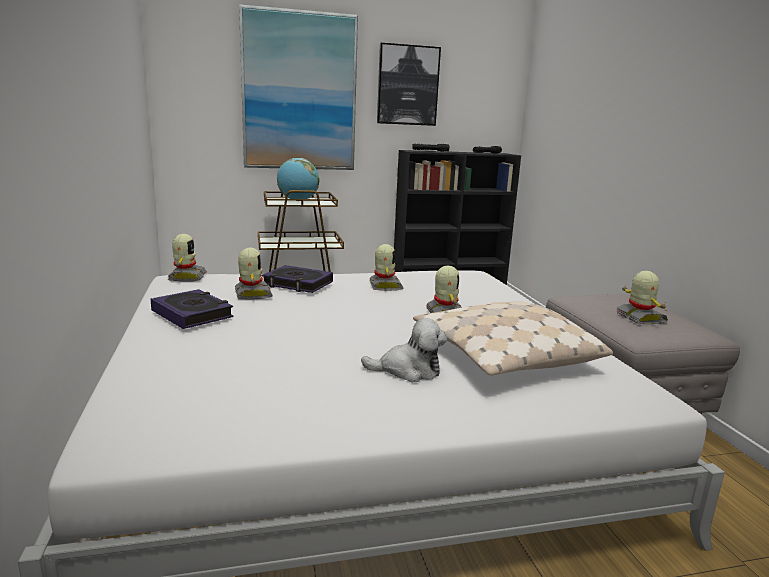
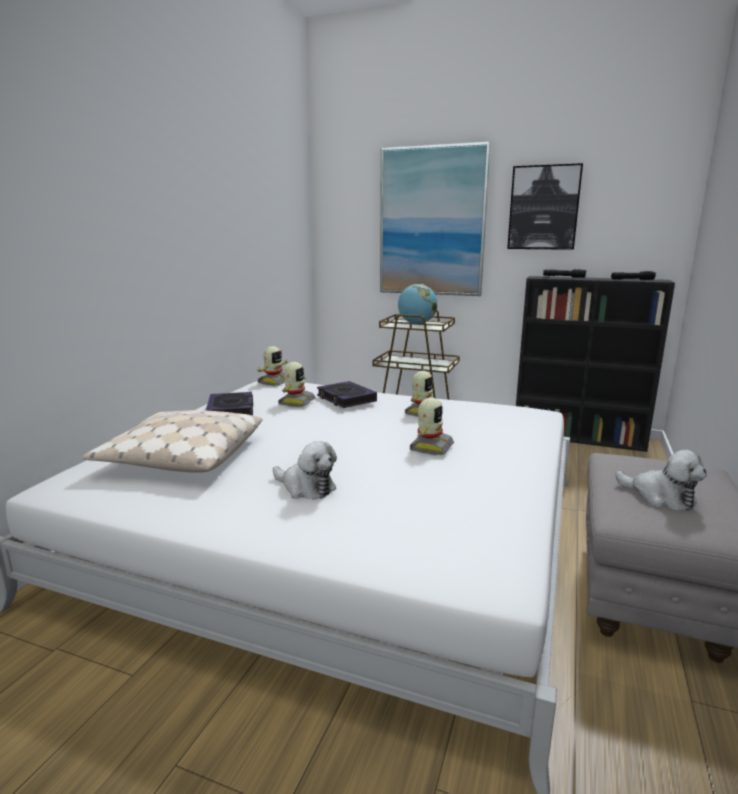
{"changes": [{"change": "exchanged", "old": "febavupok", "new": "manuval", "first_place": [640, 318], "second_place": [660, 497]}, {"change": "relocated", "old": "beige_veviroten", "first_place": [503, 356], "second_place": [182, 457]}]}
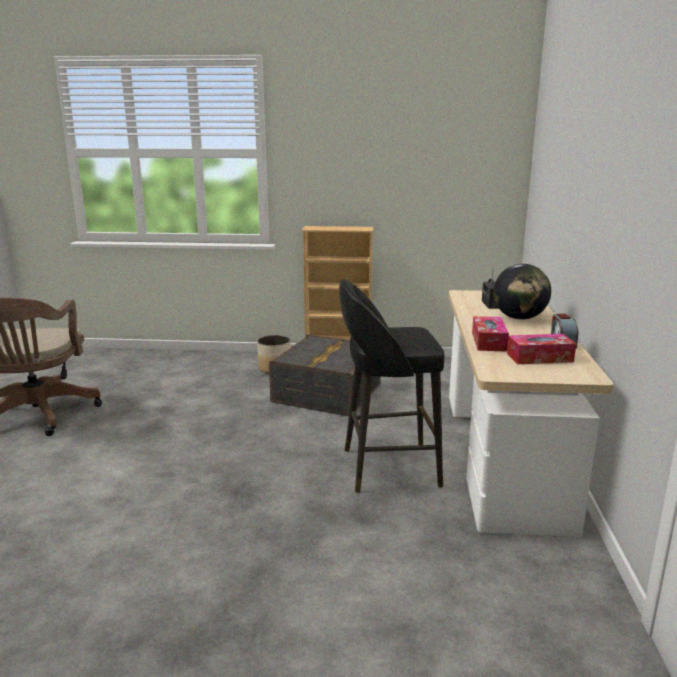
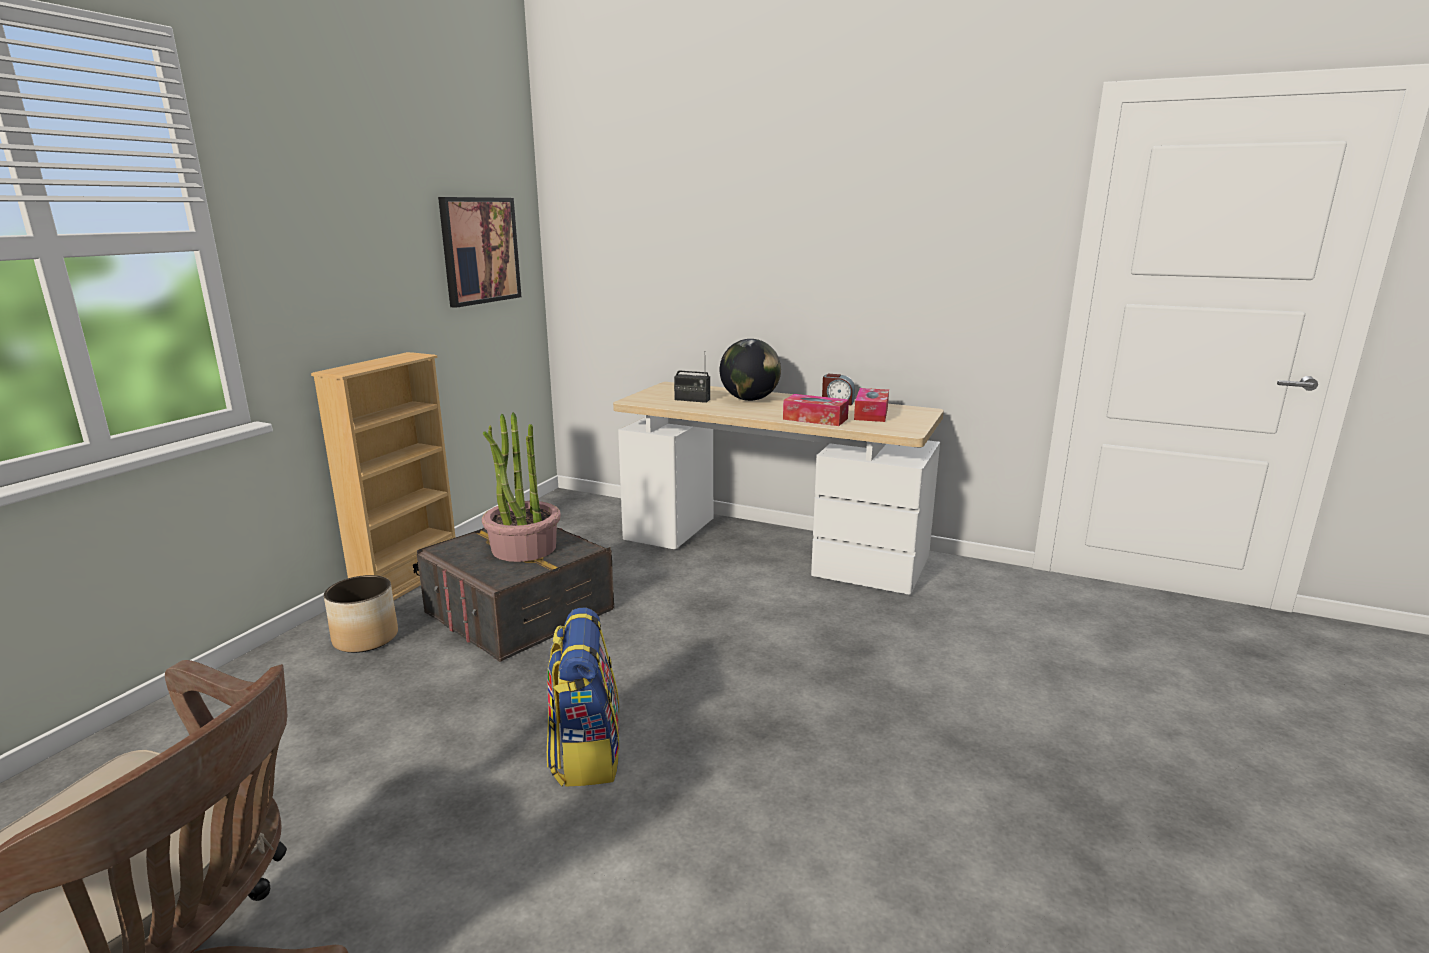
{"changes": [{"change": "missing", "old": "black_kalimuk", "first_place": [387, 467]}, {"change": "appeared", "new": "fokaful", "second_place": [479, 250]}, {"change": "appeared", "new": "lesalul", "second_place": [523, 548]}, {"change": "appeared", "new": "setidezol", "second_place": [585, 753]}]}
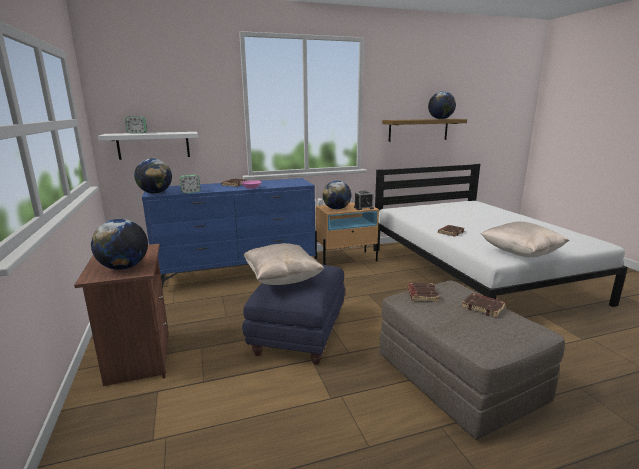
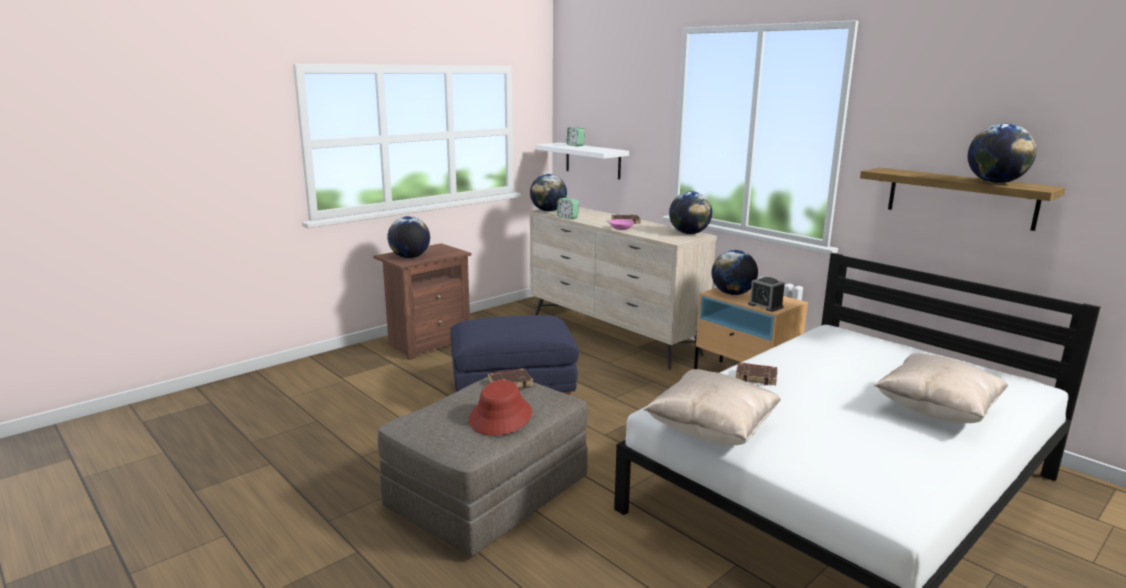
{"changes": [{"change": "colour", "old": "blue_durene", "new": "beige_durene", "first_place": [238, 275], "second_place": [612, 335]}, {"change": "relocated", "old": "beige_veviroten", "first_place": [282, 279], "second_place": [937, 411]}, {"change": "exchanged", "old": "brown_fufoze", "new": "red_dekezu", "first_place": [484, 307], "second_place": [501, 417]}, {"change": "appeared", "new": "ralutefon", "second_place": [689, 233]}]}
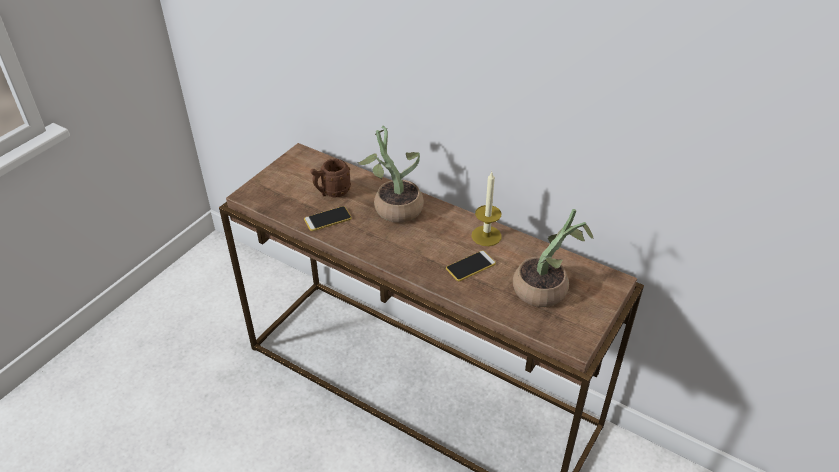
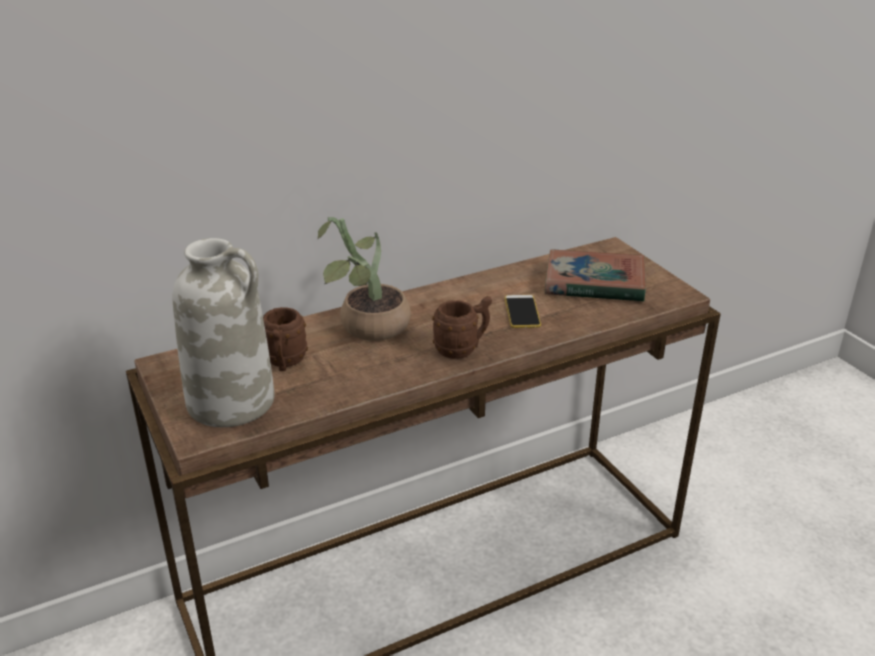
{"changes": [{"change": "missing", "old": "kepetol", "first_place": [486, 236]}, {"change": "missing", "old": "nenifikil", "first_place": [328, 219]}, {"change": "exchanged", "old": "lesalul", "new": "fufoze", "first_place": [546, 289], "second_place": [594, 283]}, {"change": "appeared", "new": "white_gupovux", "second_place": [232, 401]}, {"change": "appeared", "new": "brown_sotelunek", "second_place": [462, 349]}]}
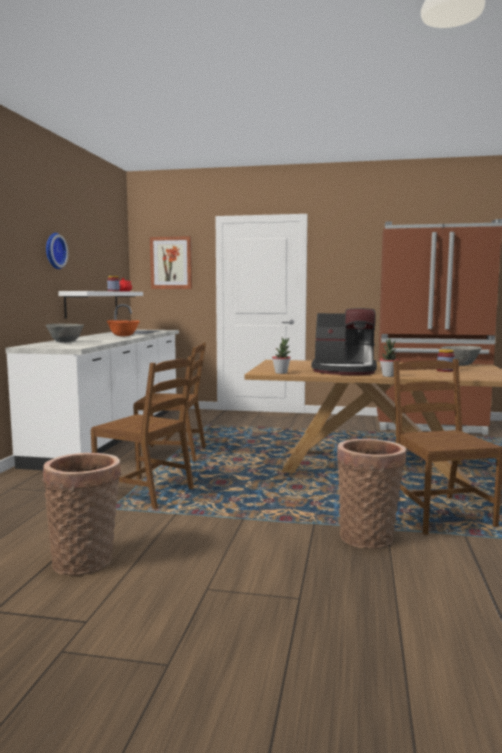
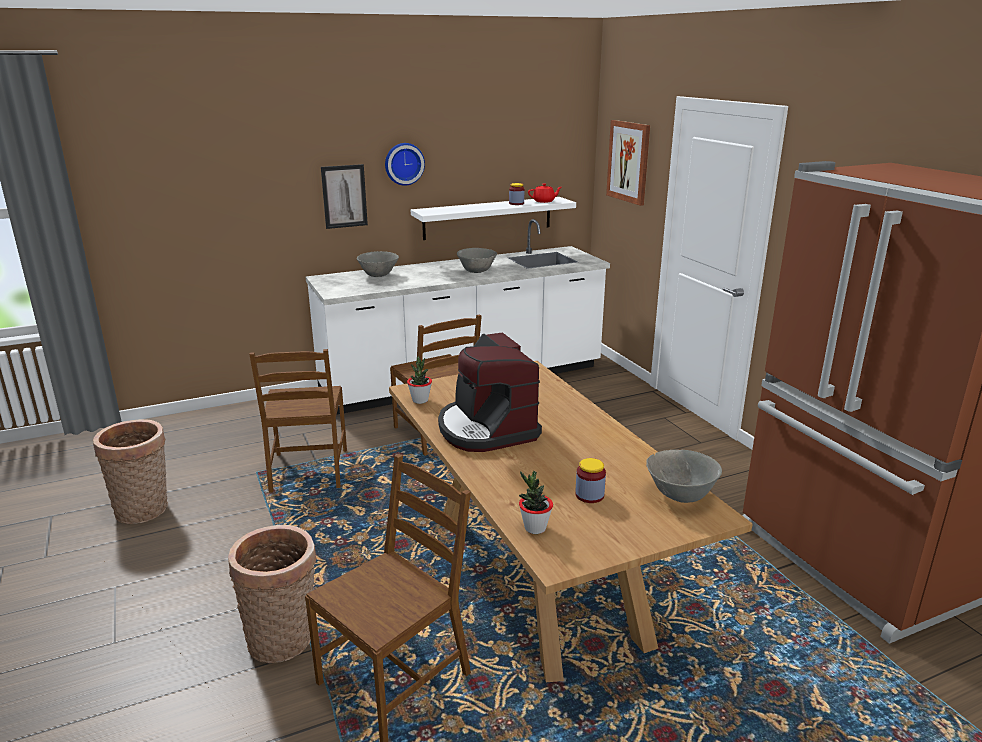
{"changes": [{"change": "colour", "old": "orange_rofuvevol", "new": "grey_rofuvevol", "first_place": [123, 336], "second_place": [477, 271]}, {"change": "relocated", "old": "lesalul", "first_place": [388, 376], "second_place": [535, 528]}, {"change": "appeared", "new": "fokaful", "second_place": [344, 196]}]}
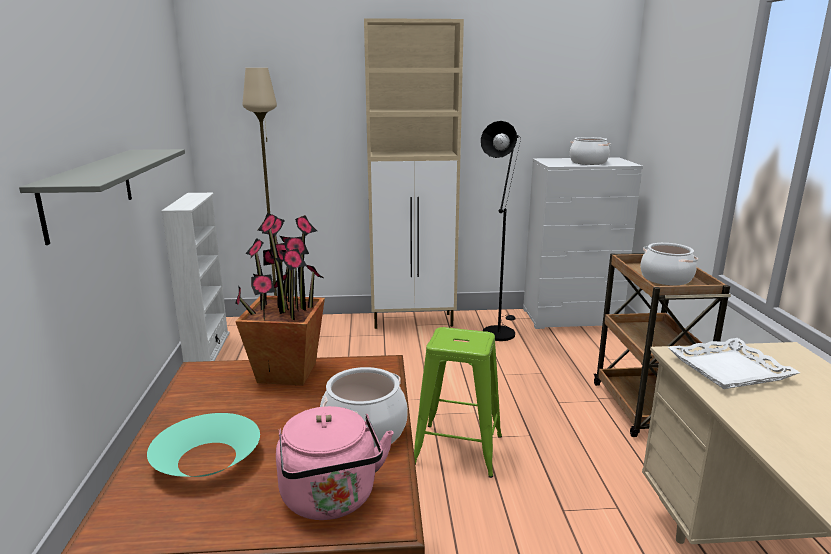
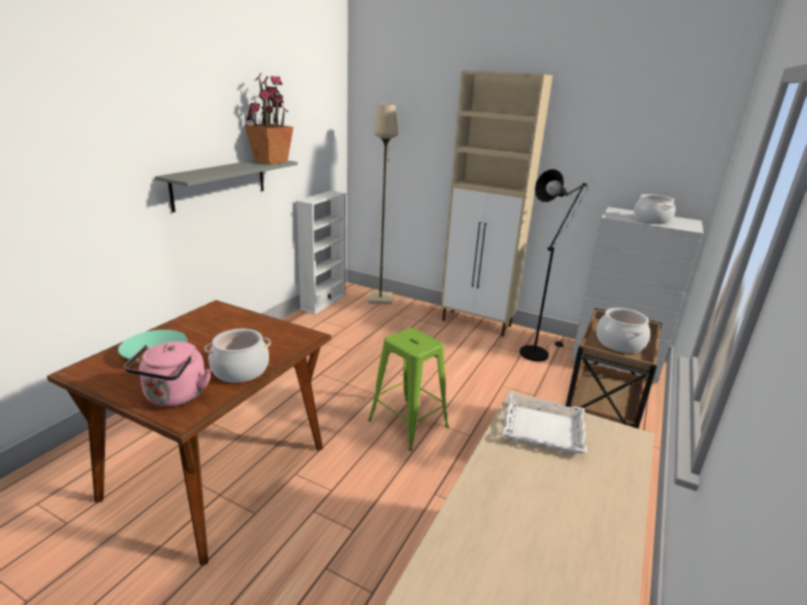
{"changes": [{"change": "relocated", "old": "lesalul", "first_place": [287, 372], "second_place": [271, 161]}]}
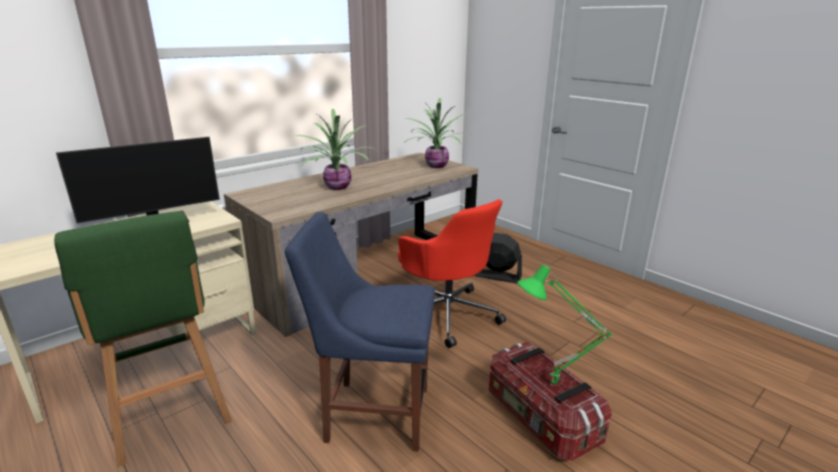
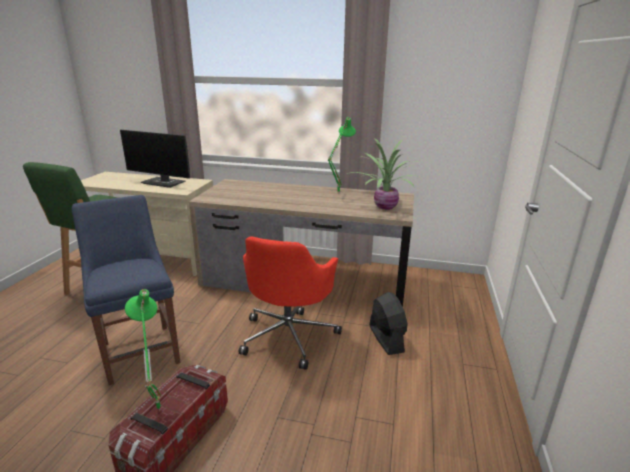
{"changes": [{"change": "missing", "old": "lesalul", "first_place": [336, 187]}, {"change": "appeared", "new": "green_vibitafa", "second_place": [337, 193]}]}
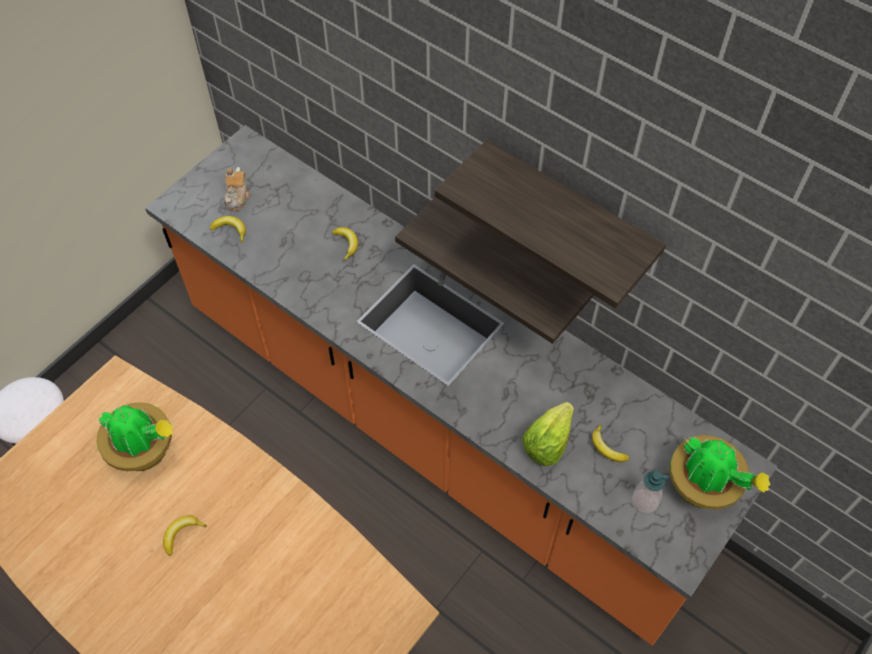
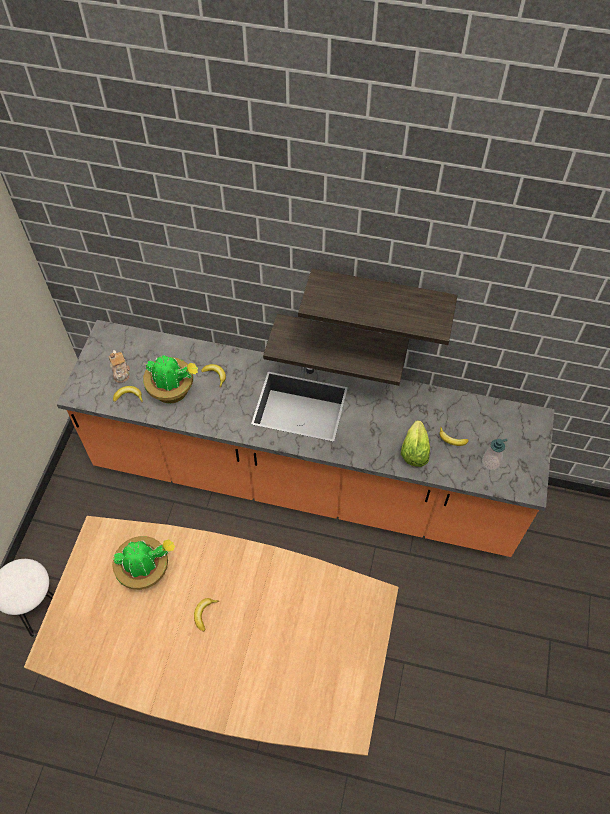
{"changes": [{"change": "relocated", "old": "lesalul", "first_place": [704, 487], "second_place": [173, 391]}]}
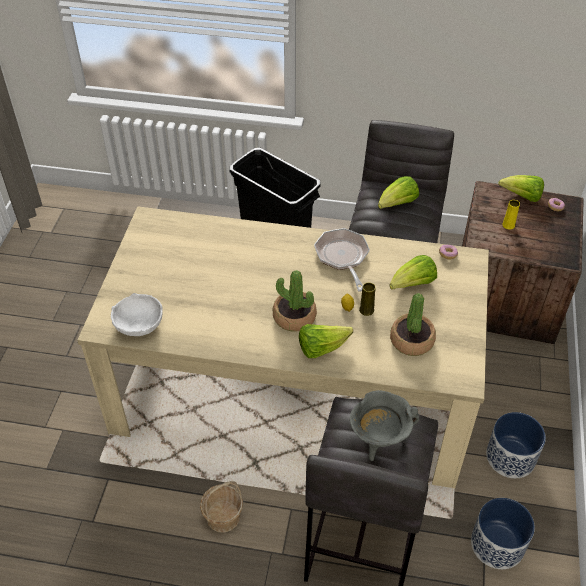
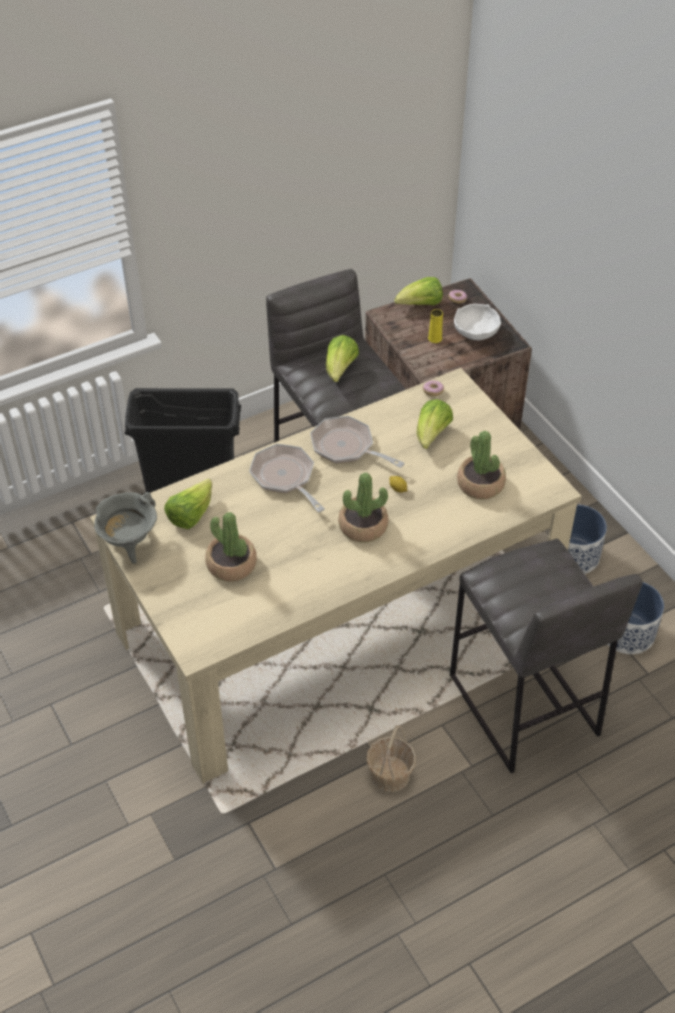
{"changes": [{"change": "missing", "old": "yellow_gupovux", "first_place": [366, 310]}, {"change": "relocated", "old": "white_rofuvevol", "first_place": [139, 324], "second_place": [476, 332]}, {"change": "relocated", "old": "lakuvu", "first_place": [321, 348], "second_place": [191, 515]}, {"change": "relocated", "old": "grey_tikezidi", "first_place": [379, 440], "second_place": [130, 544]}, {"change": "appeared", "new": "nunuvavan", "second_place": [285, 477]}, {"change": "appeared", "new": "lesalul", "second_place": [231, 564]}]}
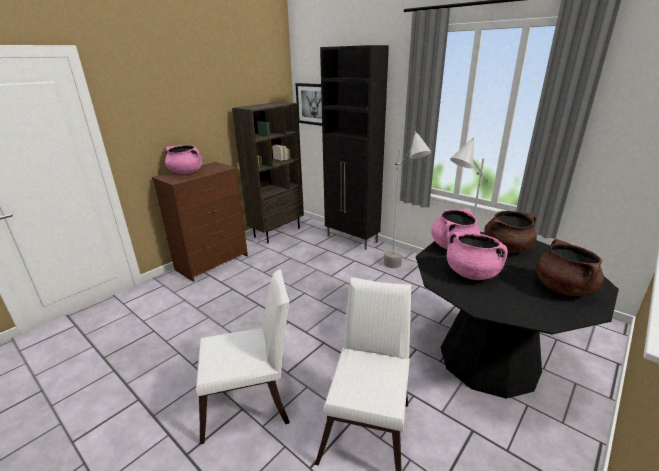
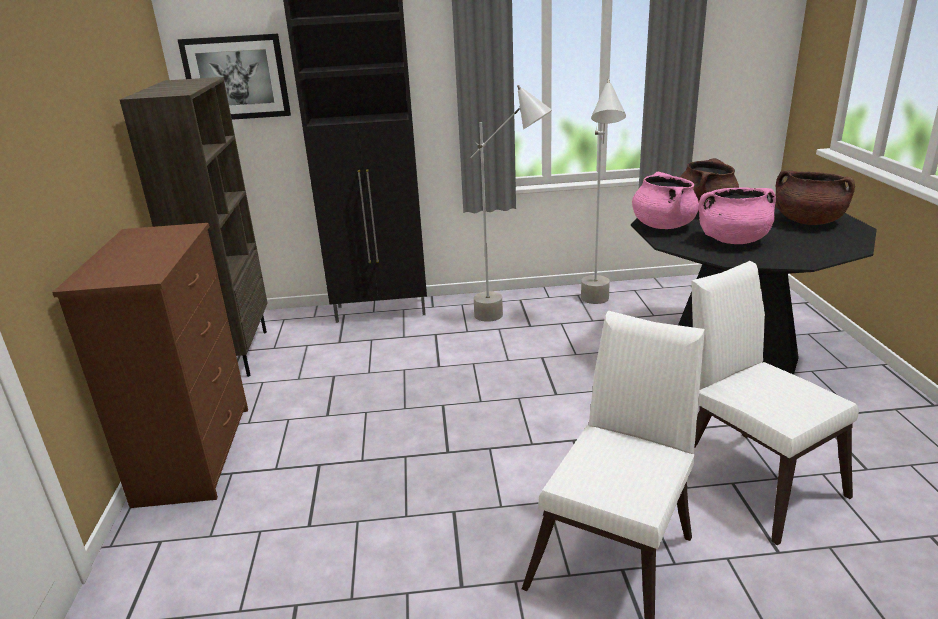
{"changes": [{"change": "missing", "old": "pink_tikezidi", "first_place": [186, 172]}]}
